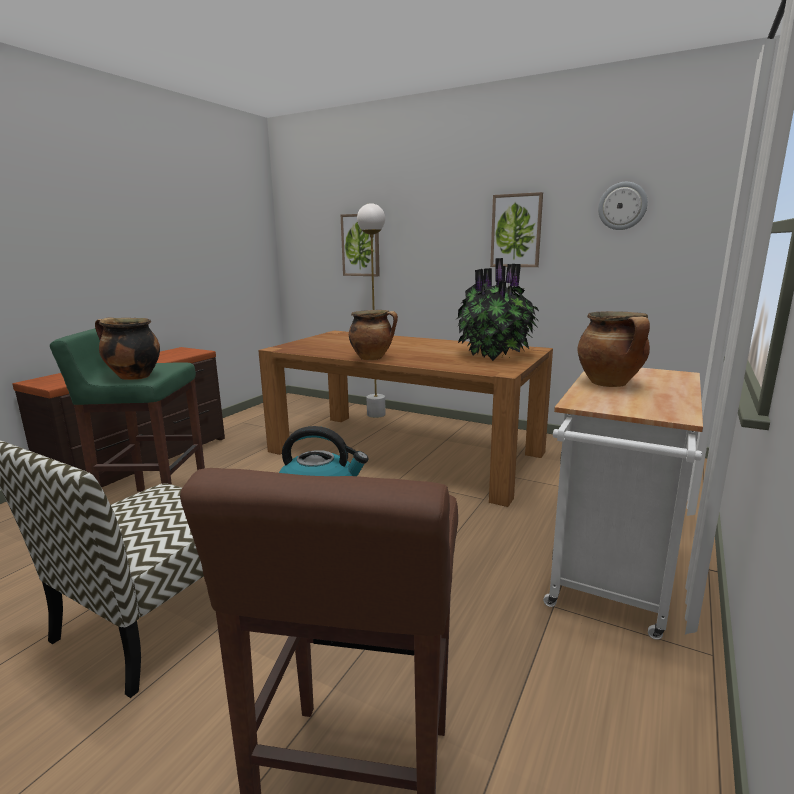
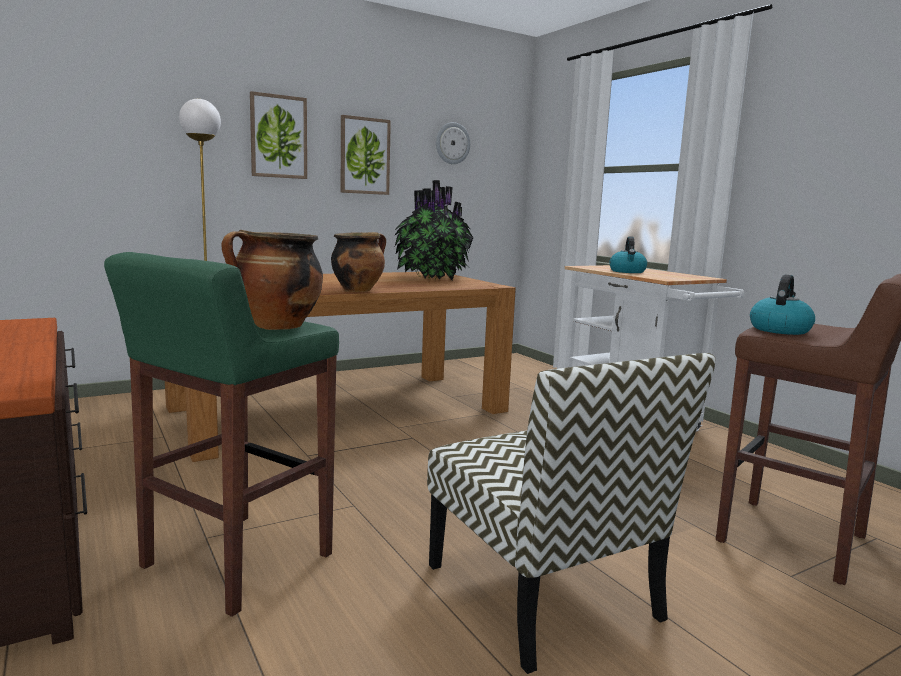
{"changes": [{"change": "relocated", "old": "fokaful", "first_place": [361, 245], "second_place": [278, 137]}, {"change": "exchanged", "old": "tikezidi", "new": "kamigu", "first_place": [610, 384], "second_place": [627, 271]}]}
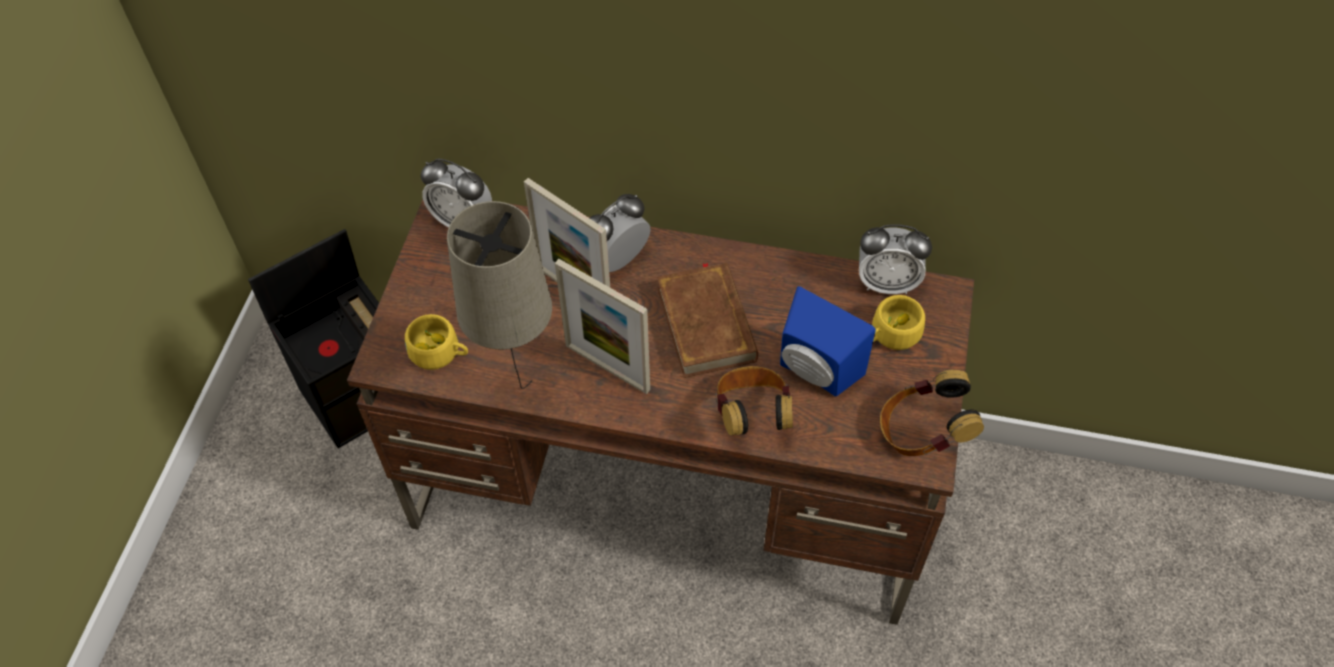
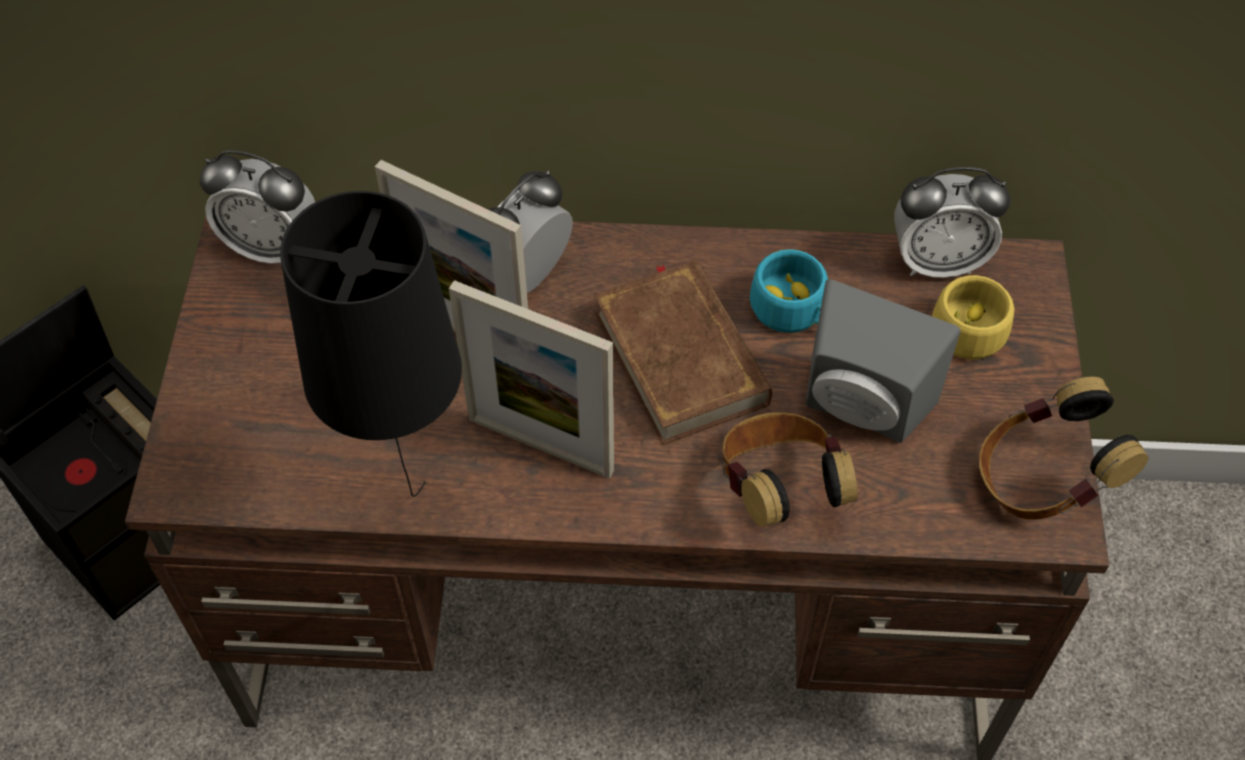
{"changes": [{"change": "colour", "old": "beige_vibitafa", "new": "black_vibitafa", "first_place": [522, 399], "second_place": [415, 513]}, {"change": "colour", "old": "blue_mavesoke", "new": "grey_mavesoke", "first_place": [814, 372], "second_place": [860, 410]}, {"change": "missing", "old": "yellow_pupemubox", "first_place": [440, 352]}, {"change": "appeared", "new": "turquoise_pupemubox", "second_place": [794, 312]}]}
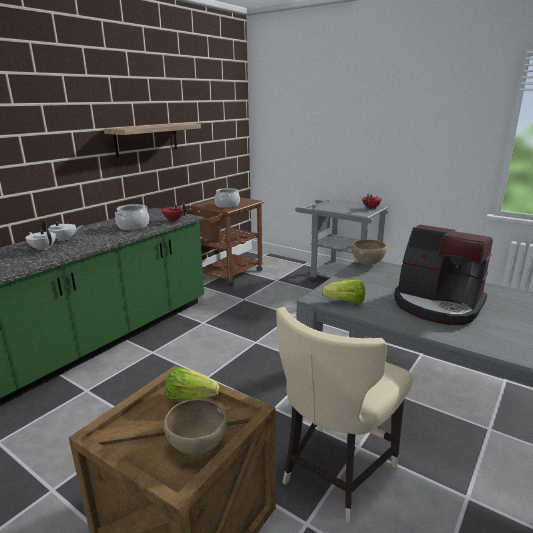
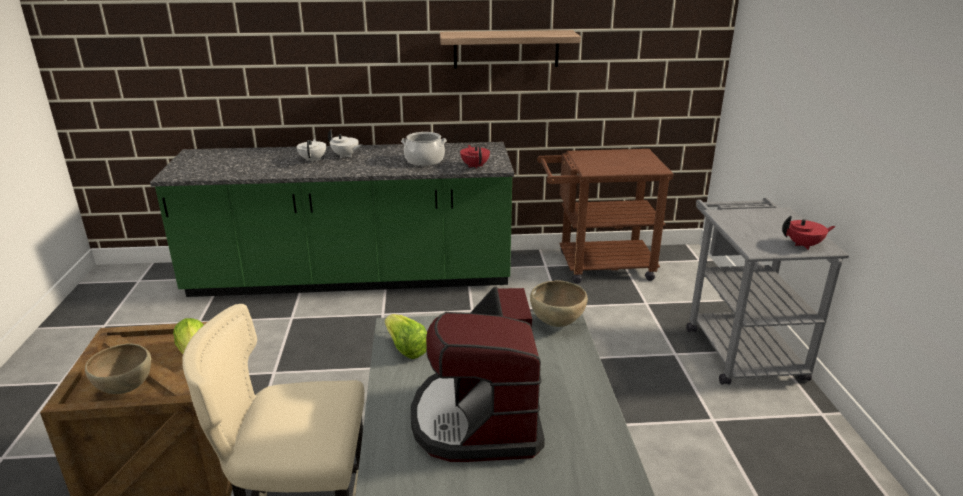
{"changes": [{"change": "missing", "old": "tikezidi", "first_place": [227, 205]}]}
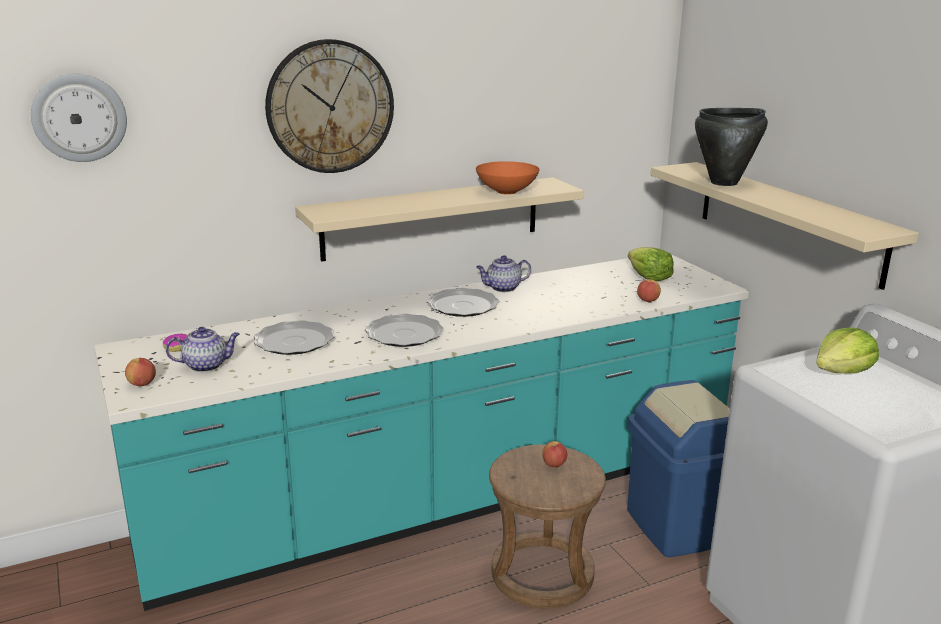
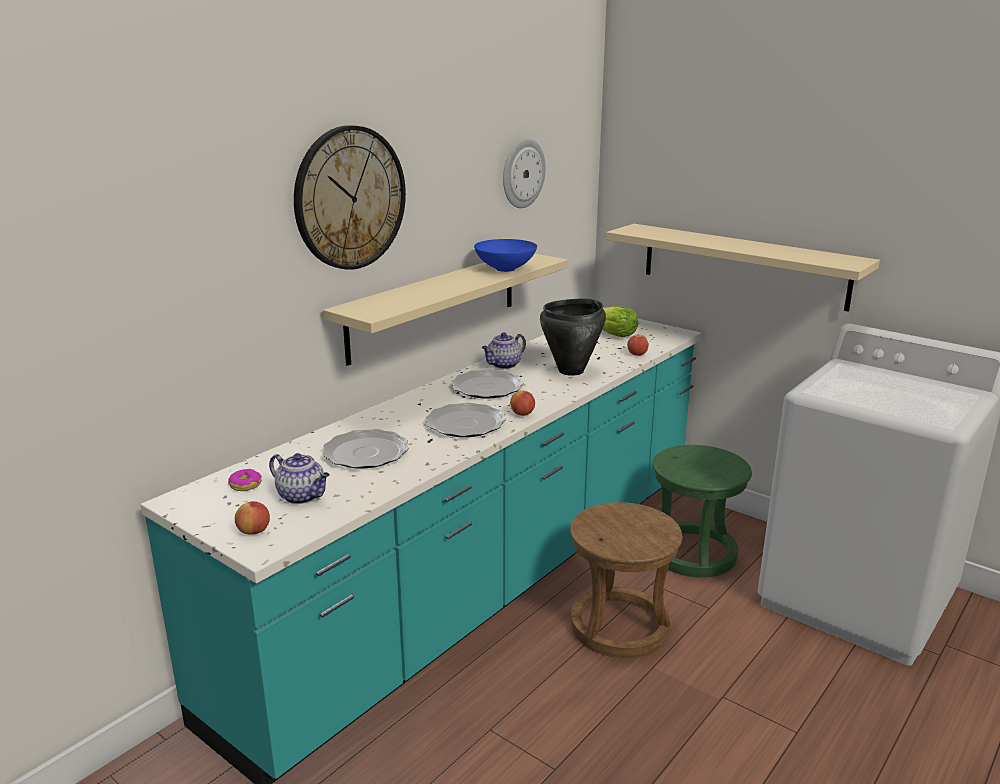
{"changes": [{"change": "relocated", "old": "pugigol", "first_place": [79, 118], "second_place": [522, 173]}, {"change": "relocated", "old": "black_tikezidi", "first_place": [724, 183], "second_place": [571, 371]}, {"change": "colour", "old": "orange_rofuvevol", "new": "blue_rofuvevol", "first_place": [506, 191], "second_place": [504, 269]}, {"change": "spun", "old": "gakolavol", "first_place": [206, 365], "second_place": [302, 496], "degrees": 75}, {"change": "missing", "old": "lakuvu", "first_place": [842, 372]}, {"change": "exchanged", "old": "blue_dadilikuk", "new": "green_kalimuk", "first_place": [679, 526], "second_place": [693, 553]}, {"change": "relocated", "old": "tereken", "first_place": [554, 464], "second_place": [522, 414]}]}
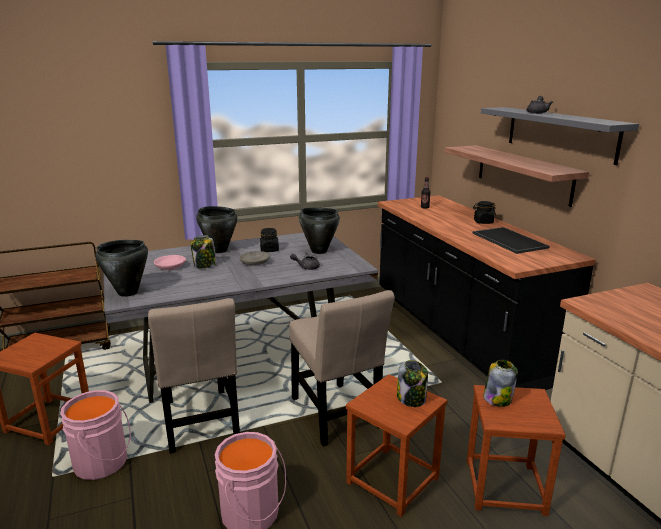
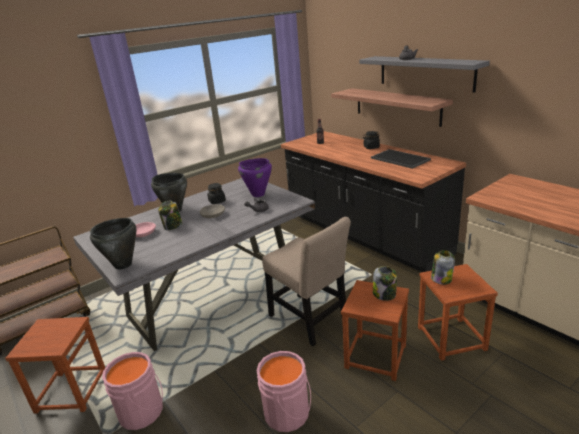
{"changes": [{"change": "colour", "old": "black_tikezidi", "new": "purple_tikezidi", "first_place": [319, 251], "second_place": [258, 194]}, {"change": "missing", "old": "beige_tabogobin", "first_place": [201, 423]}]}
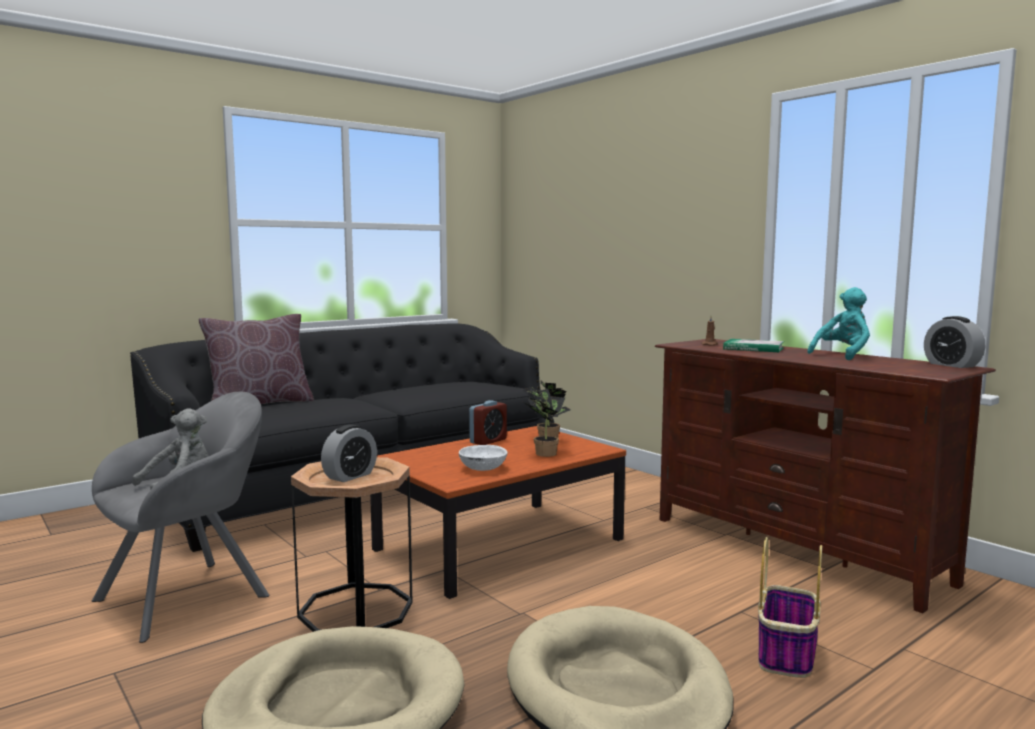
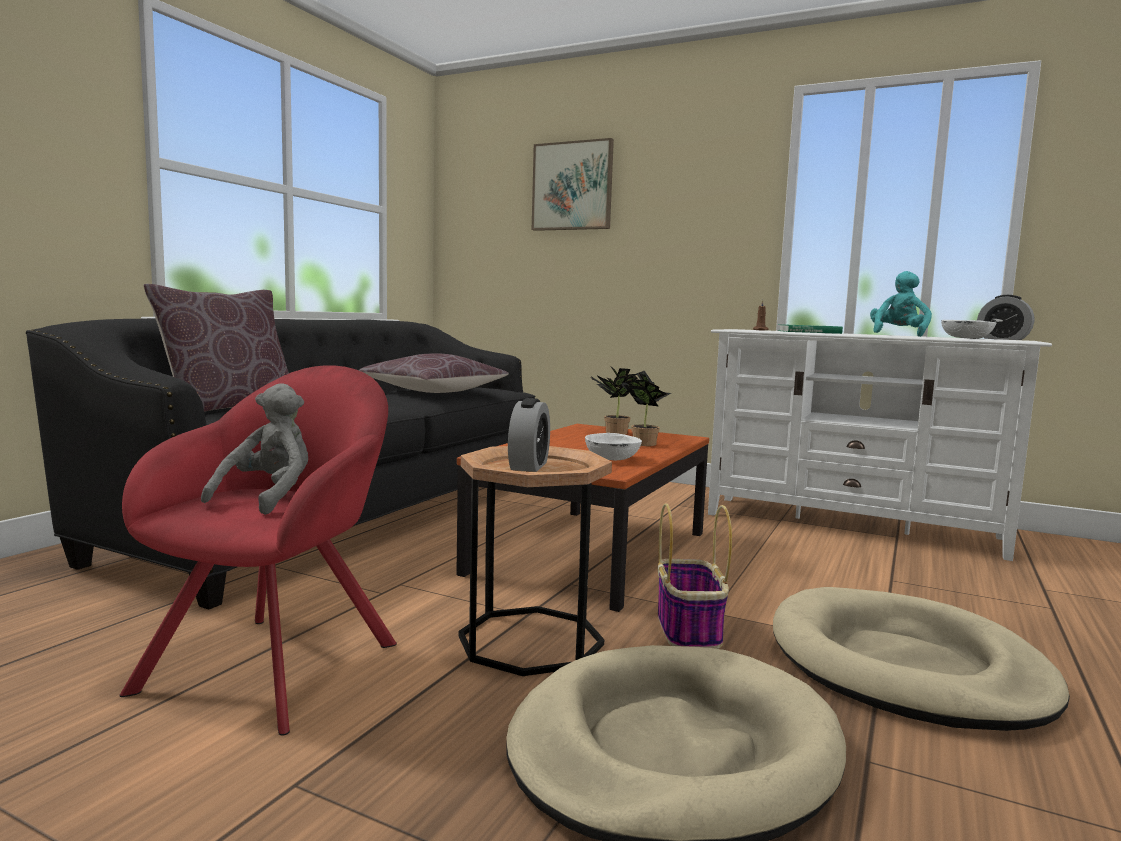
{"changes": [{"change": "colour", "old": "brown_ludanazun", "new": "white_ludanazun", "first_place": [795, 549], "second_place": [851, 525]}, {"change": "colour", "old": "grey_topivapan", "new": "red_topivapan", "first_place": [191, 595], "second_place": [279, 661]}, {"change": "missing", "old": "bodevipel", "first_place": [488, 441]}, {"change": "relocated", "old": "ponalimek", "first_place": [786, 655], "second_place": [689, 630]}, {"change": "appeared", "new": "fokaful", "second_place": [572, 186]}, {"change": "appeared", "new": "white_rofuvevol", "second_place": [965, 338]}, {"change": "appeared", "new": "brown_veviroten", "second_place": [434, 392]}]}
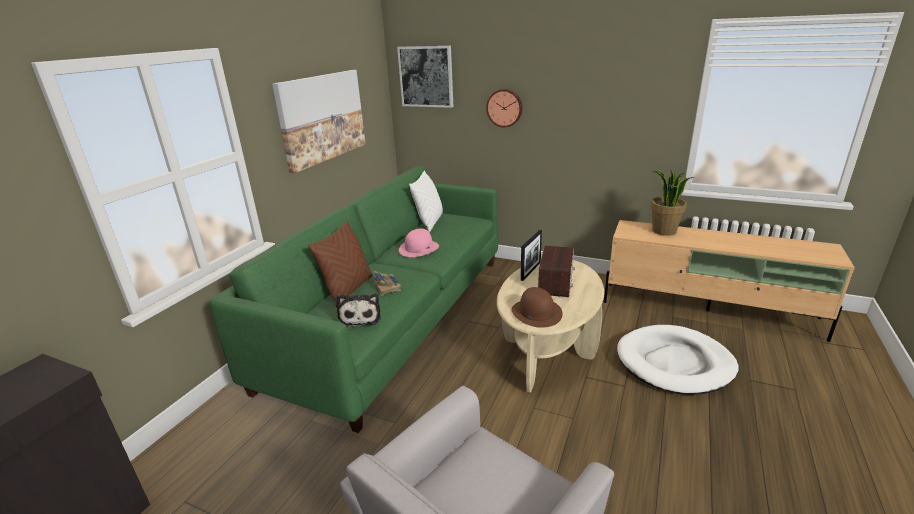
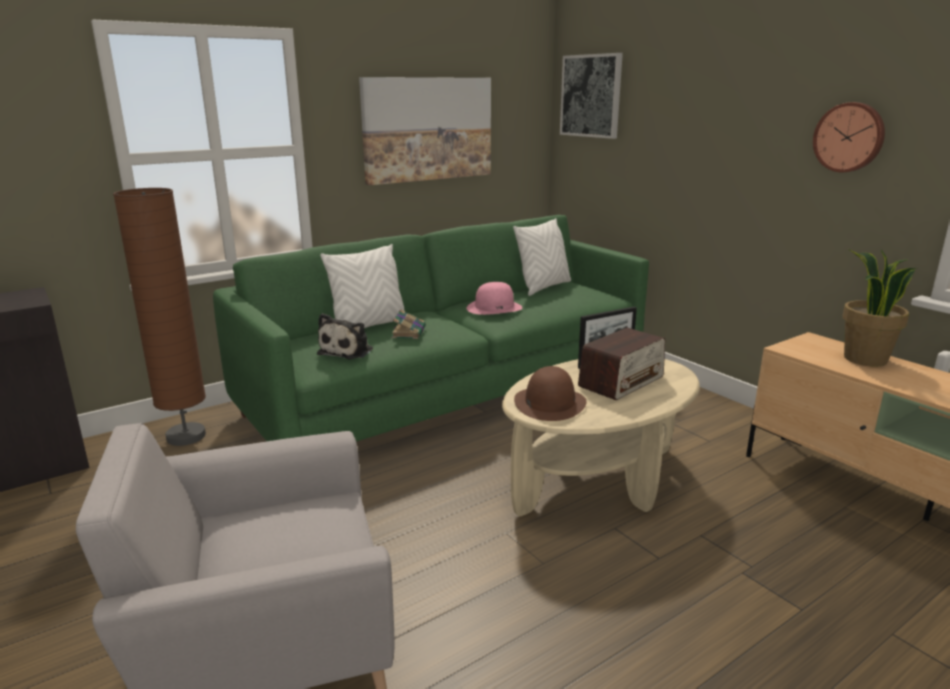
{"changes": [{"change": "relocated", "old": "pugigol", "first_place": [504, 108], "second_place": [849, 137]}, {"change": "colour", "old": "brown_veviroten", "new": "white_veviroten", "first_place": [348, 290], "second_place": [369, 326]}, {"change": "missing", "old": "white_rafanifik", "first_place": [674, 363]}, {"change": "appeared", "new": "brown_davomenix", "second_place": [186, 436]}]}
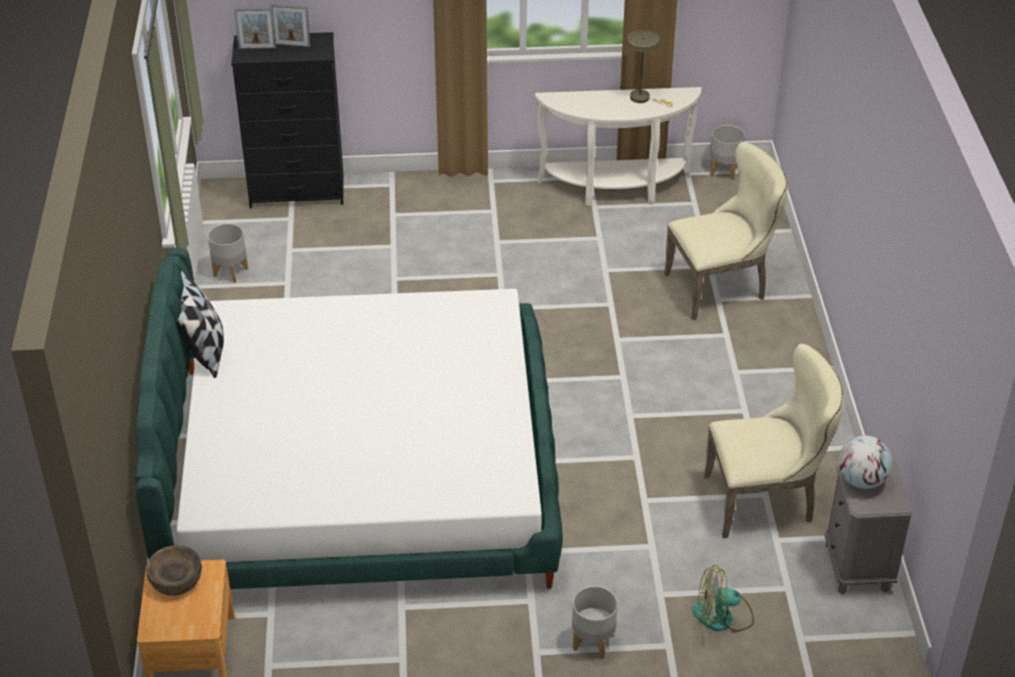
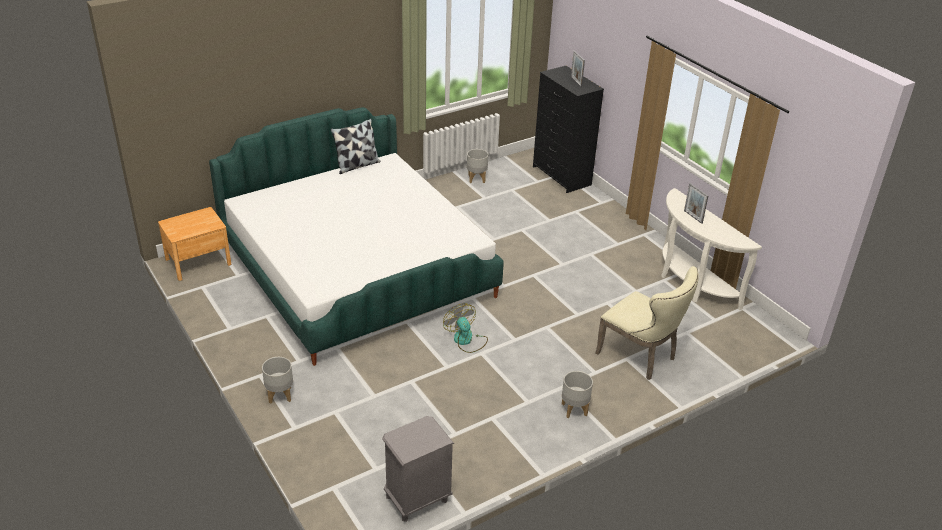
{"changes": [{"change": "relocated", "old": "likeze", "first_place": [257, 48], "second_place": [693, 217]}, {"change": "missing", "old": "beige_vibitafa", "first_place": [643, 98]}, {"change": "relocated", "old": "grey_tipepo", "first_place": [724, 171], "second_place": [574, 409]}, {"change": "missing", "old": "beige_tabogobin", "first_place": [766, 500]}, {"change": "missing", "old": "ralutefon", "first_place": [861, 480]}, {"change": "missing", "old": "brown_rofuvevol", "first_place": [176, 580]}, {"change": "relocated", "old": "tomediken", "first_place": [722, 616], "second_place": [466, 340]}]}
